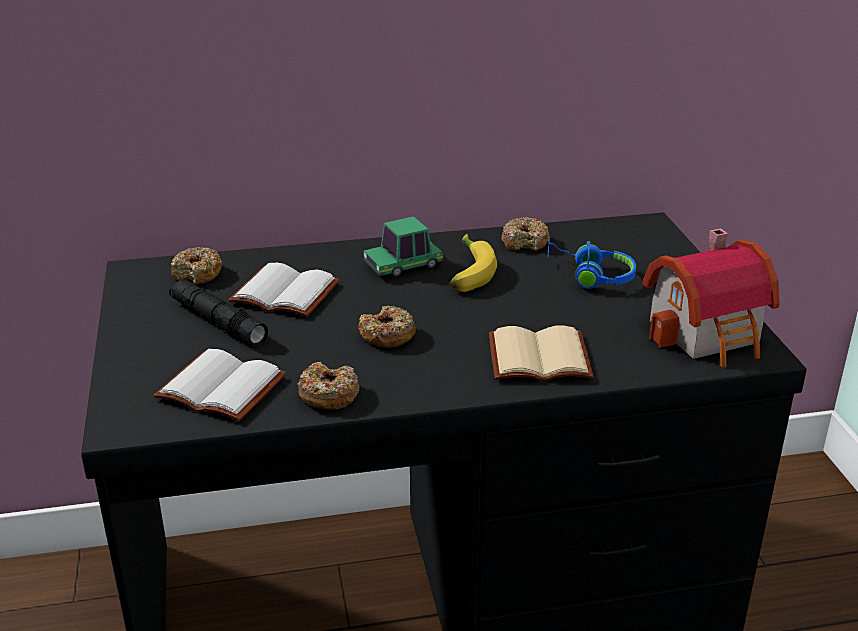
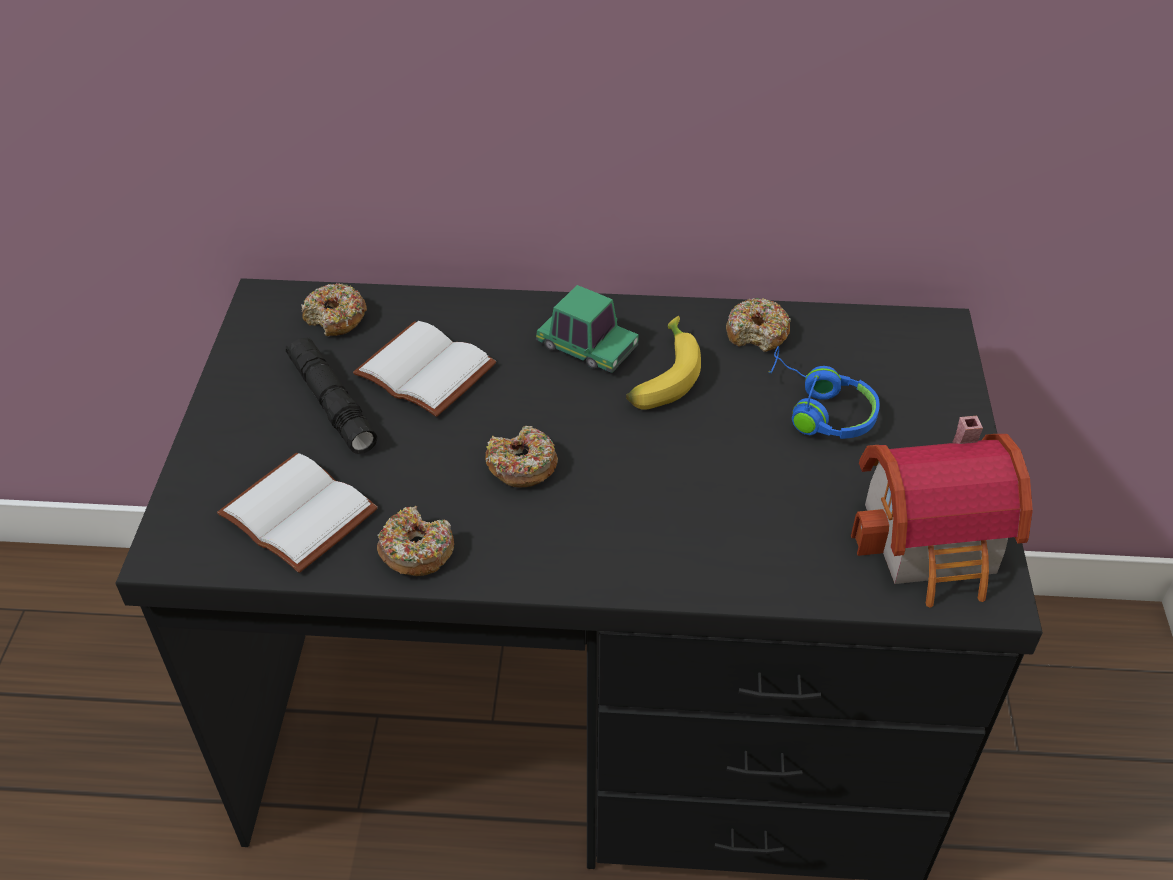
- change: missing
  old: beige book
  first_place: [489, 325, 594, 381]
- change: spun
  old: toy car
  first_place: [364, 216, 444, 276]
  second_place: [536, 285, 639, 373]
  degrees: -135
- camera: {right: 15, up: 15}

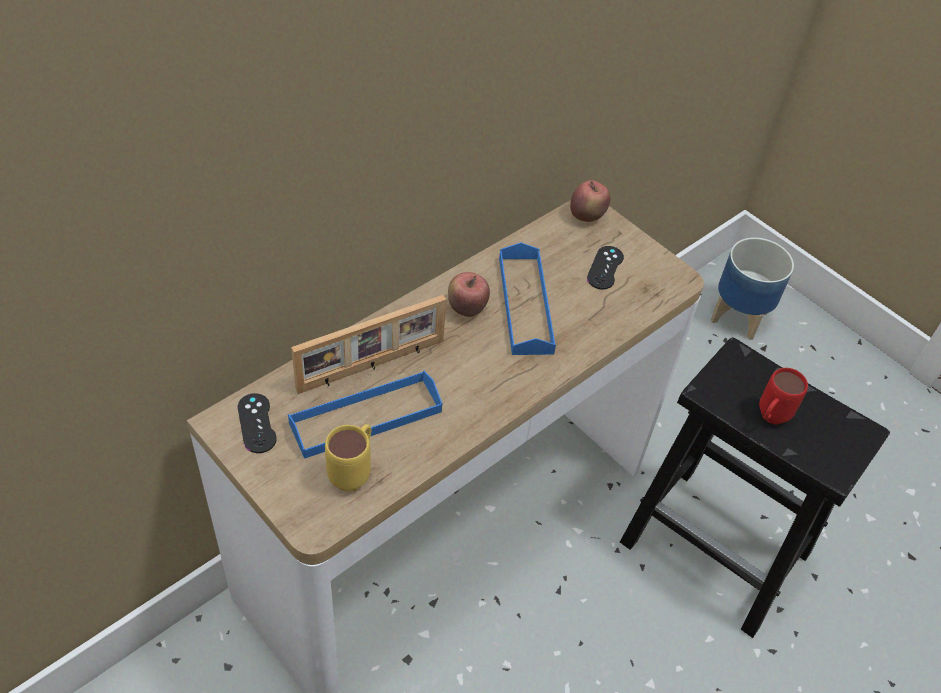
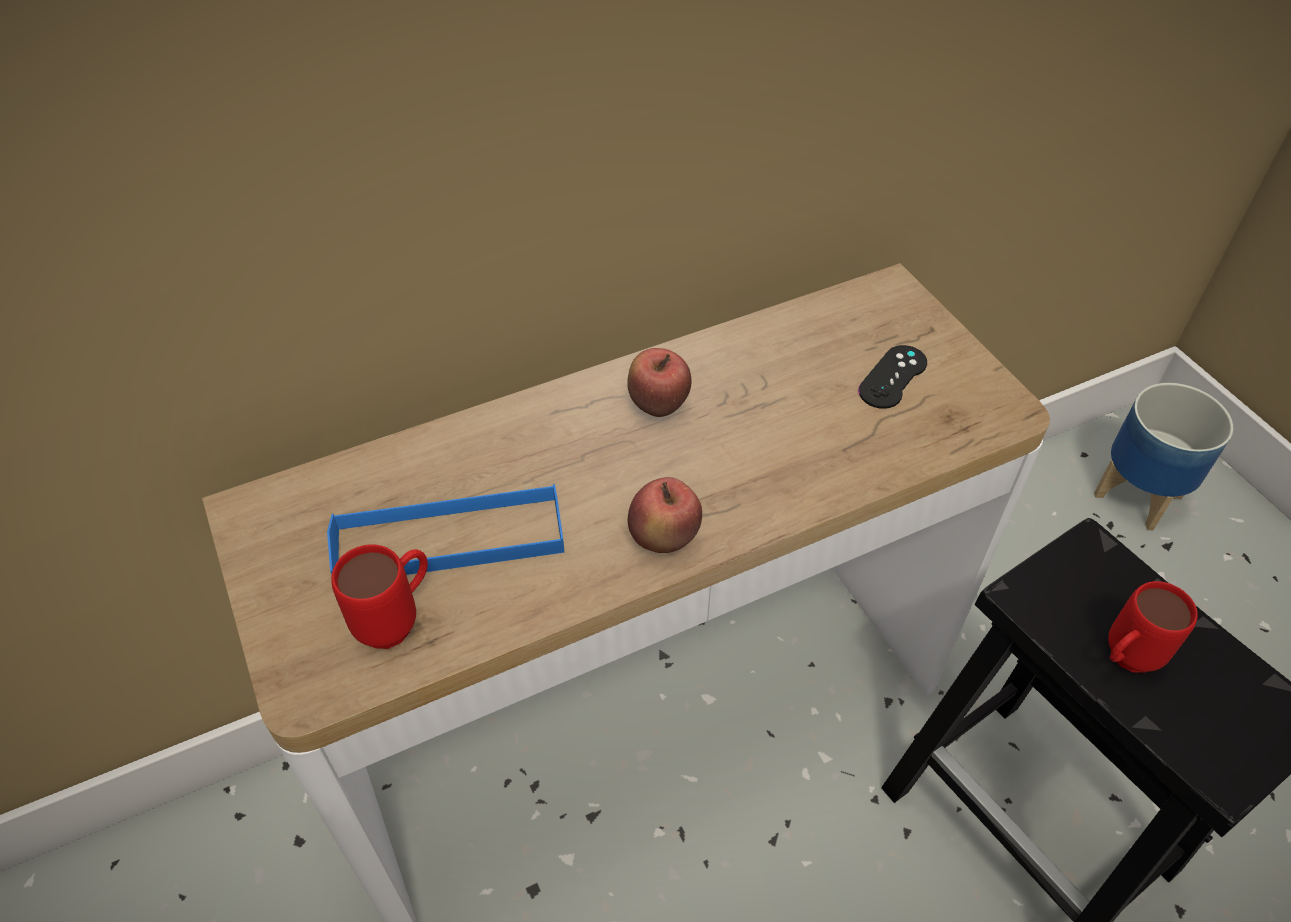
- change: missing
  old: black game controller
  first_place: [238, 393, 277, 453]
- change: missing
  old: picture frame
  first_place: [291, 295, 446, 394]
- change: missing
  old: blue tray
  first_place: [499, 242, 556, 355]
- change: relocated
  old: apple
  first_place: [570, 180, 610, 222]
  second_place: [628, 477, 702, 553]
- change: colour
  old: yellow mug
  new: red mug
  first_place: [325, 424, 371, 492]
  second_place: [331, 544, 428, 649]
- camera: {right: 20, up: 0}

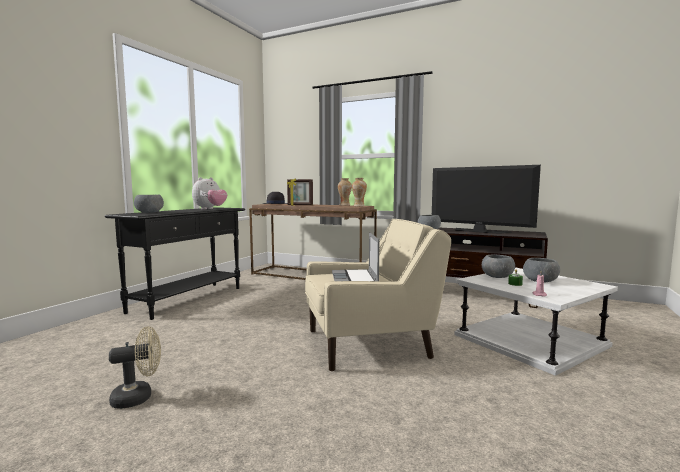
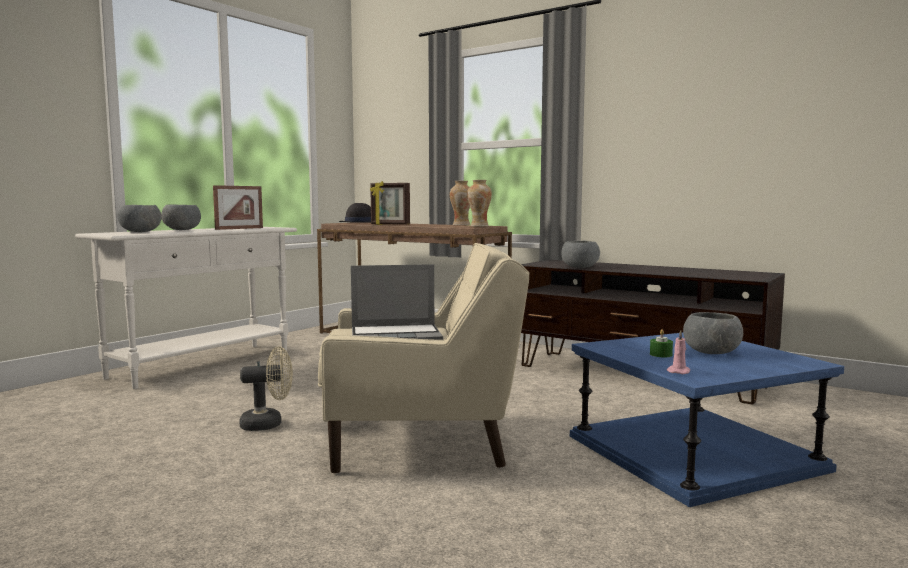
- change: missing
  old: television
  first_place: [432, 165, 541, 234]
- change: relocated
  old: beige fan
  first_place: [109, 326, 161, 409]
  second_place: [239, 346, 293, 431]
- change: relocated
  old: grey bowl
  first_place: [482, 255, 515, 278]
  second_place: [161, 204, 201, 230]
- change: exchanged
  old: plush toy
  new: picture frame
  first_place: [192, 177, 227, 210]
  second_place: [213, 185, 263, 230]
- change: colour
  old: black console table
  new: white console table
  first_place: [105, 207, 245, 320]
  second_place: [75, 227, 297, 389]
- change: colour
  old: white side table
  new: blue side table
  first_place: [454, 268, 618, 376]
  second_place: [570, 333, 844, 507]
- change: spun
  old: laptop
  first_place: [332, 232, 379, 281]
  second_place: [351, 264, 443, 340]
  degrees: -105
- camera: {right: 10, up: 0}

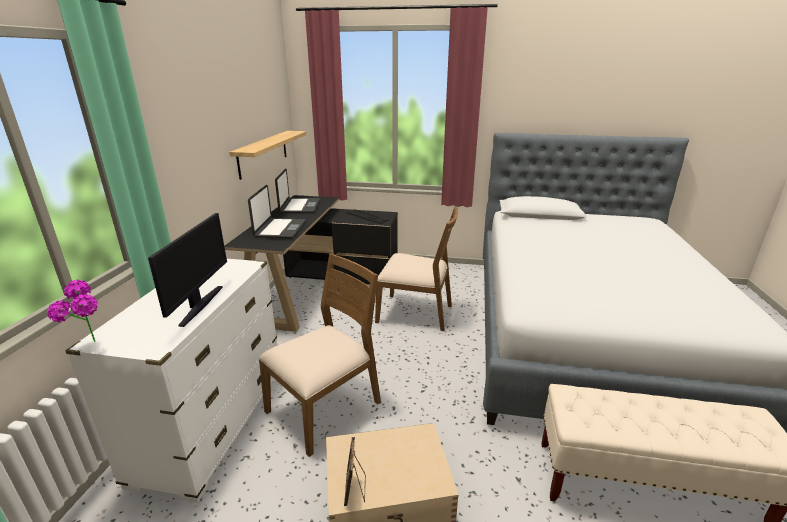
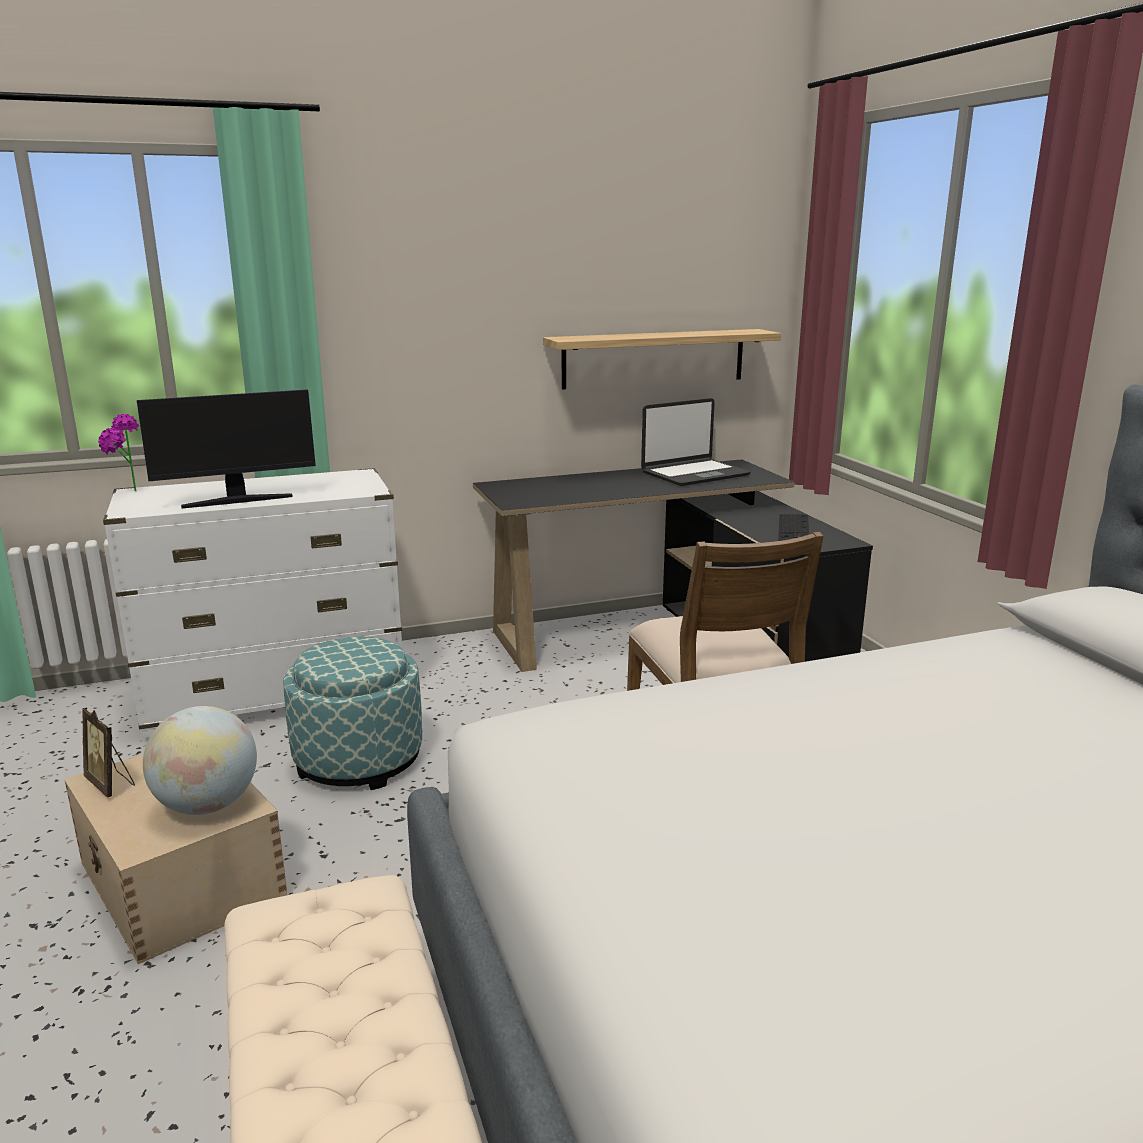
- change: missing
  old: laptop
  first_place: [248, 185, 306, 238]
- change: appeared
  new: globe
  second_place: [143, 706, 257, 815]
- change: exchanged
  old: brown chair
  new: ottoman
  first_place: [259, 253, 381, 457]
  second_place: [283, 637, 422, 790]
- change: spun
  old: picture frame
  first_place: [344, 437, 366, 506]
  second_place: [82, 707, 135, 798]
  degrees: -105
- camera: {right: 60, up: -5}

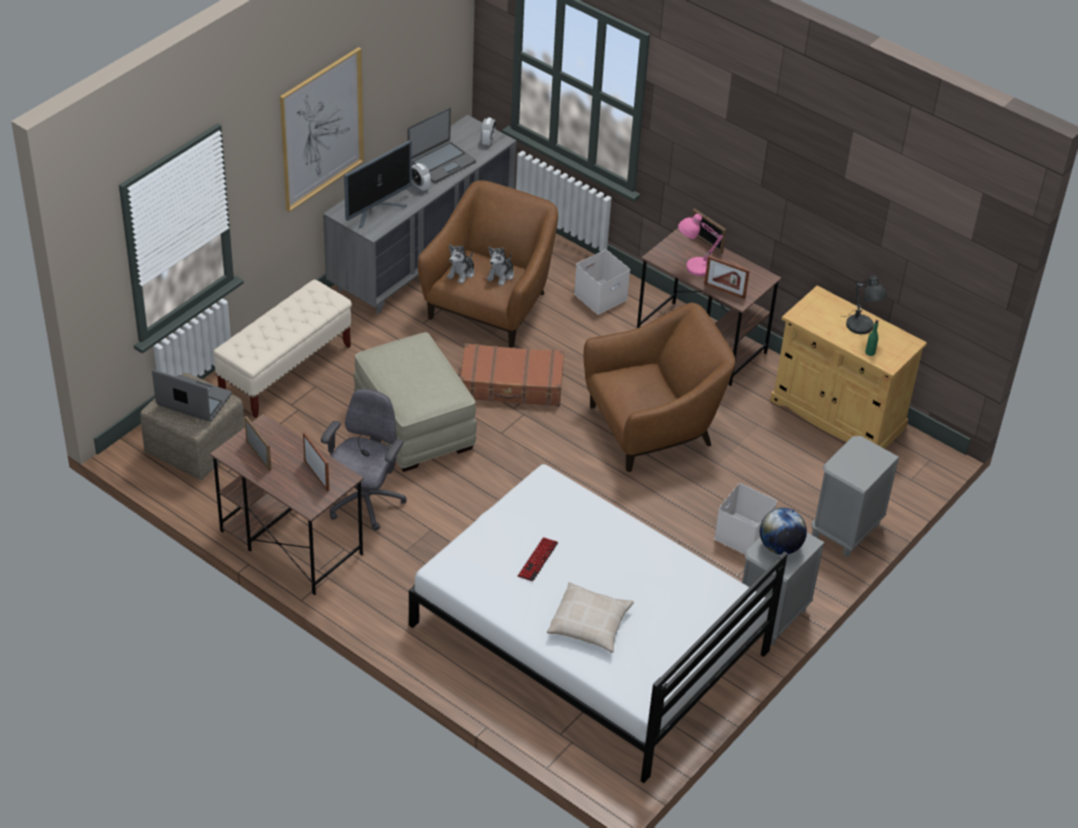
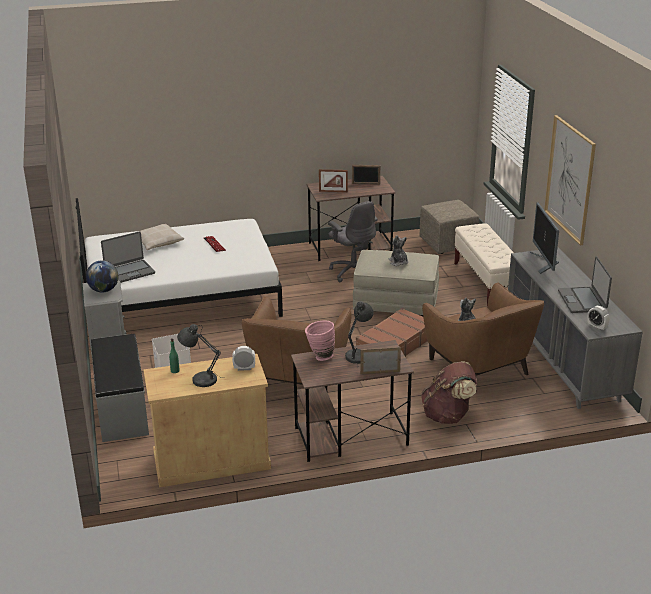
- change: relocated
  old: laptop
  first_place: [152, 370, 232, 422]
  second_place: [101, 231, 155, 283]
- change: relocated
  old: alarm clock
  first_place: [412, 163, 431, 191]
  second_place: [232, 346, 255, 371]
- change: relocated
  old: plush toy
  first_place: [447, 244, 475, 284]
  second_place: [389, 235, 408, 266]
- change: exchanged
  old: white storage box
  new: brown backpack
  first_place: [574, 250, 630, 315]
  second_place: [422, 361, 477, 424]
- change: exchanged
  old: picture frame
  new: pink vase
  first_place: [704, 256, 750, 299]
  second_place: [305, 321, 335, 361]
- change: exchanged
  old: grey nightstand
  new: grey bench
  first_place: [812, 436, 900, 557]
  second_place: [91, 334, 149, 442]
- change: colour
  old: pink table lamp
  new: grey table lamp
  first_place: [678, 214, 724, 276]
  second_place: [345, 301, 374, 365]
- camera: {right: 130, up: -15}

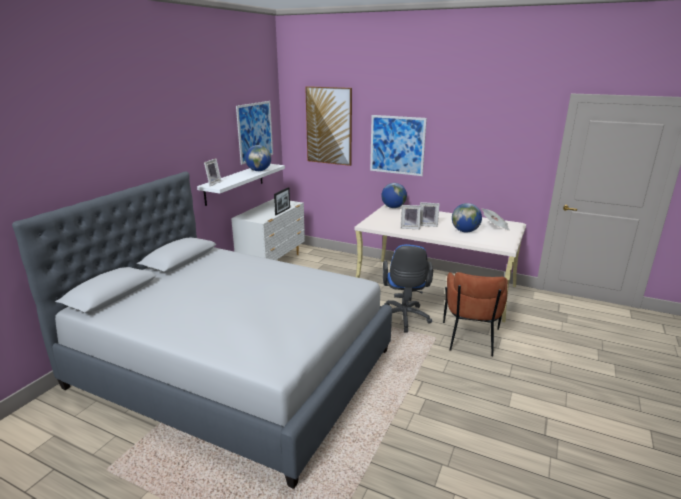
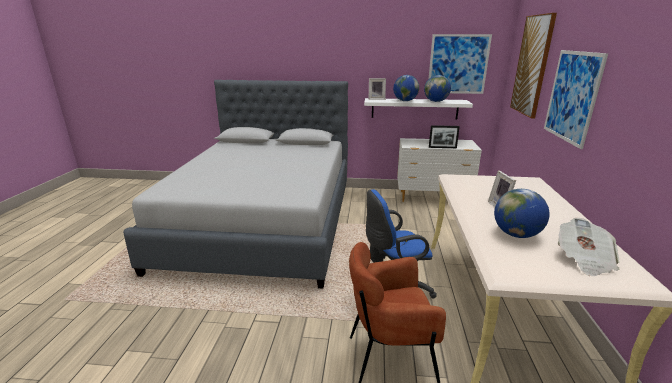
- change: missing
  old: picture frame
  first_place: [401, 205, 422, 229]
- change: relocated
  old: globe
  first_place: [381, 183, 407, 208]
  second_place: [393, 75, 419, 101]
- camera: {right: 70, up: 0}

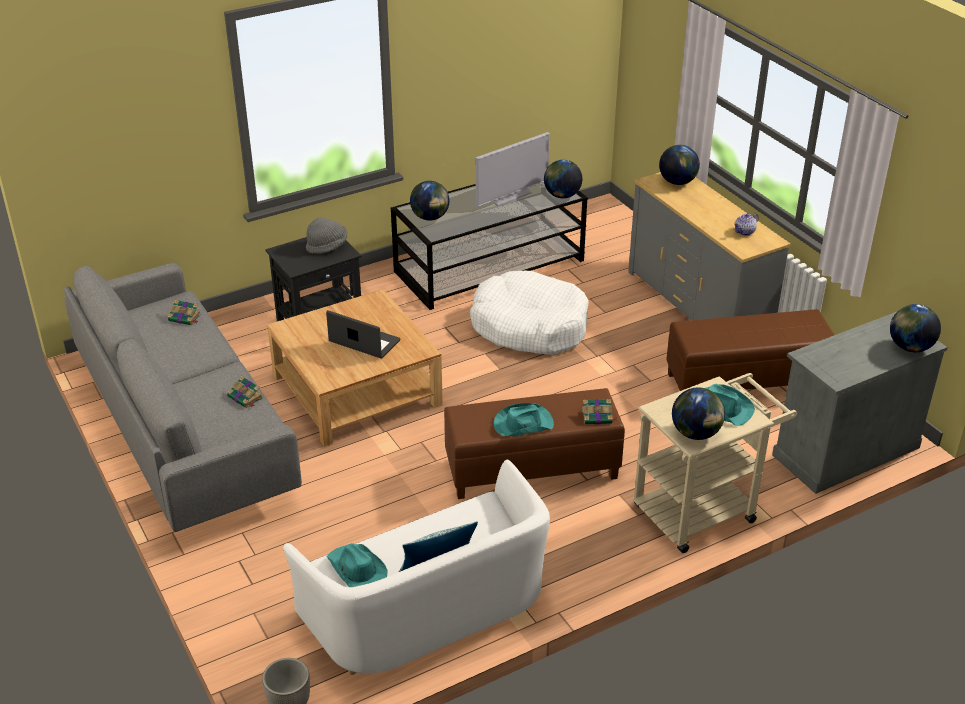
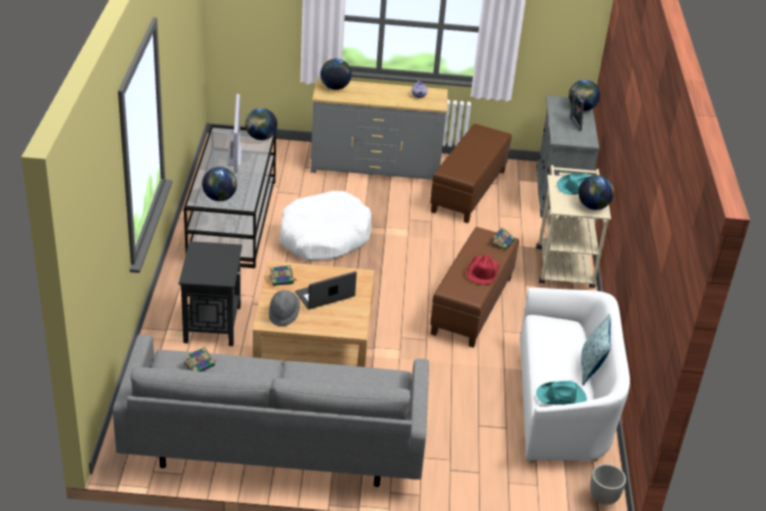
- change: appeared
  new: picture frame
  second_place: [571, 89, 584, 131]
- change: relocated
  old: book
  first_place: [227, 376, 263, 408]
  second_place: [269, 265, 297, 286]
- change: relocated
  old: grey hat
  first_place: [306, 217, 347, 254]
  second_place: [269, 290, 300, 327]
- change: colour
  old: turquoise hat
  new: red hat
  first_place: [494, 403, 554, 436]
  second_place: [466, 255, 500, 285]
- camera: {right: -60, up: 0}

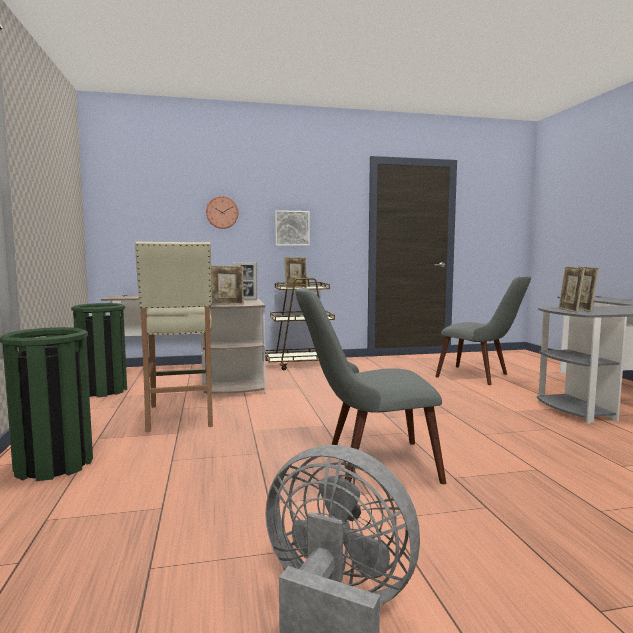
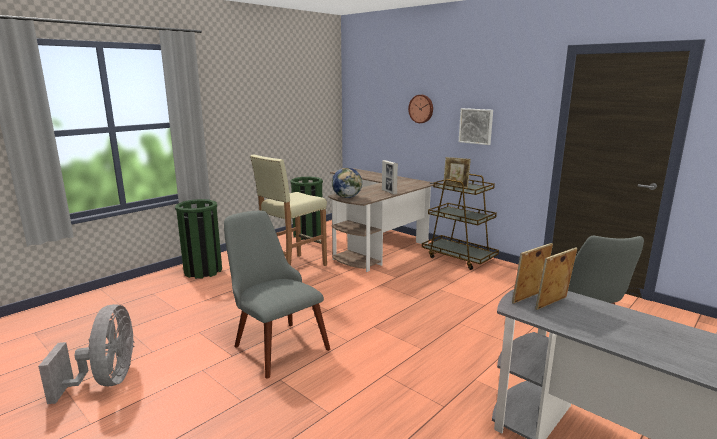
- change: exchanged
  old: picture frame
  new: globe
  first_place: [211, 266, 244, 305]
  second_place: [332, 168, 362, 198]
- camera: {right: 55, up: 10}

